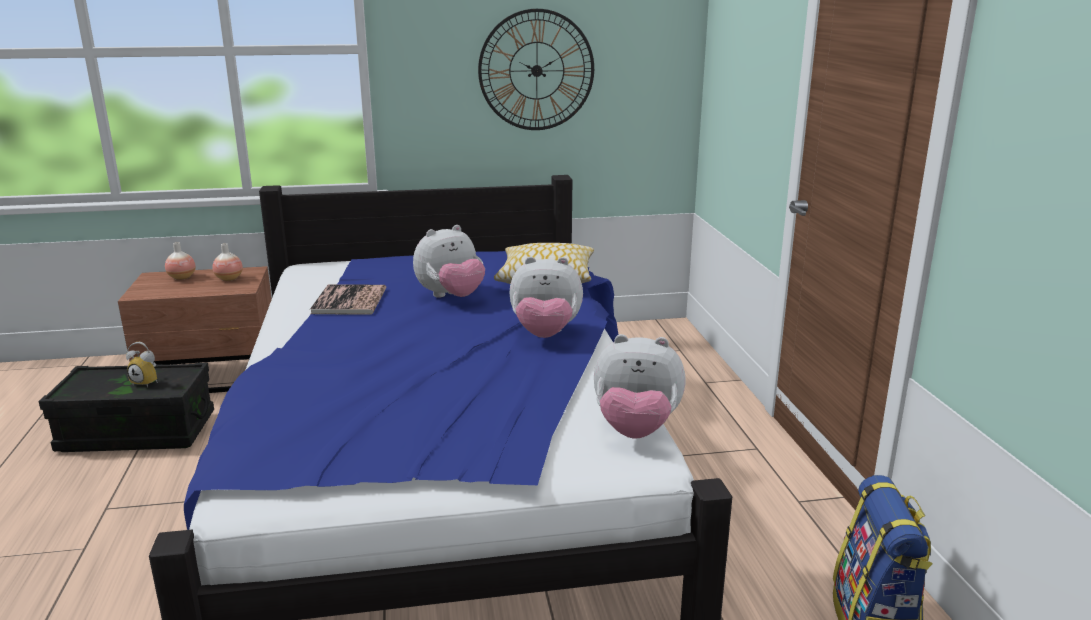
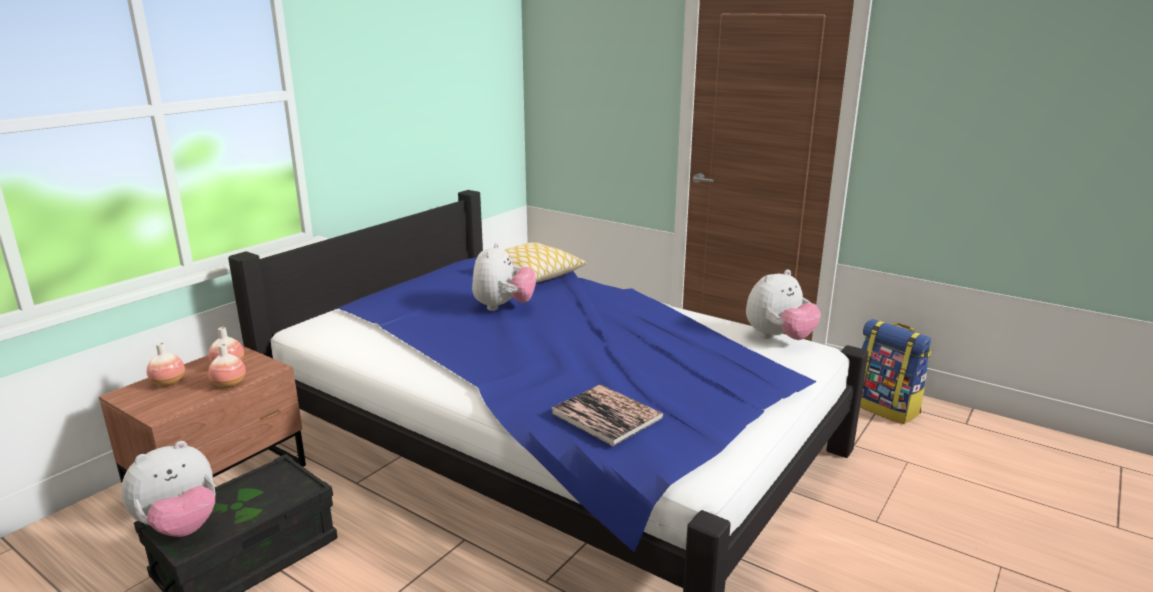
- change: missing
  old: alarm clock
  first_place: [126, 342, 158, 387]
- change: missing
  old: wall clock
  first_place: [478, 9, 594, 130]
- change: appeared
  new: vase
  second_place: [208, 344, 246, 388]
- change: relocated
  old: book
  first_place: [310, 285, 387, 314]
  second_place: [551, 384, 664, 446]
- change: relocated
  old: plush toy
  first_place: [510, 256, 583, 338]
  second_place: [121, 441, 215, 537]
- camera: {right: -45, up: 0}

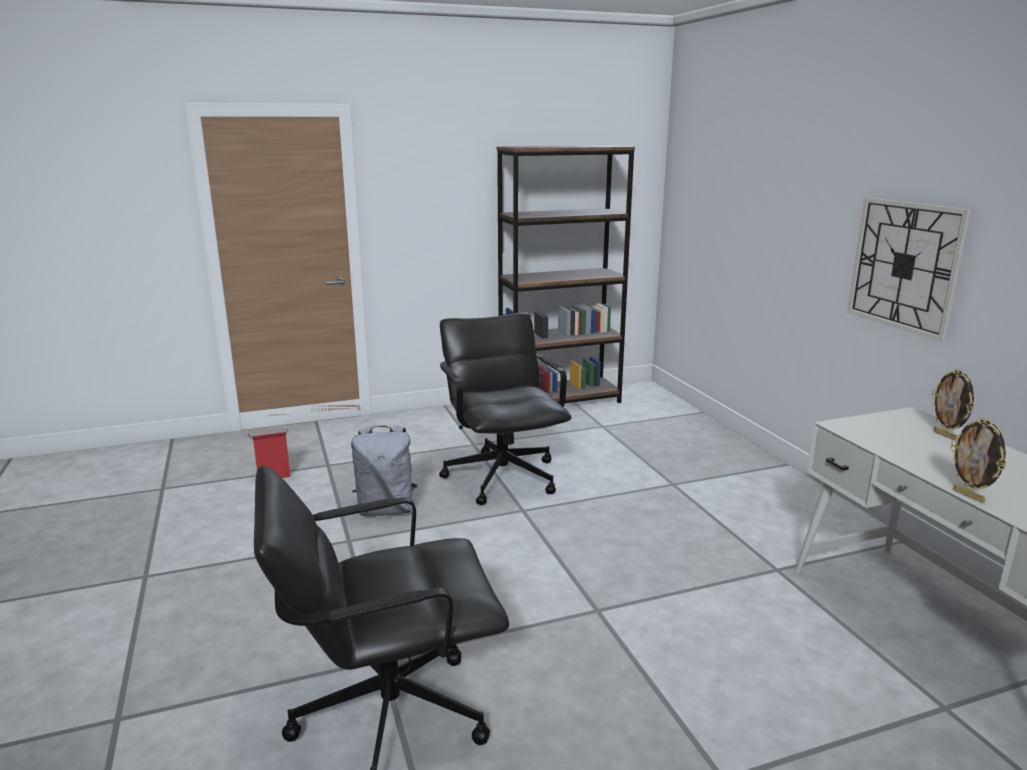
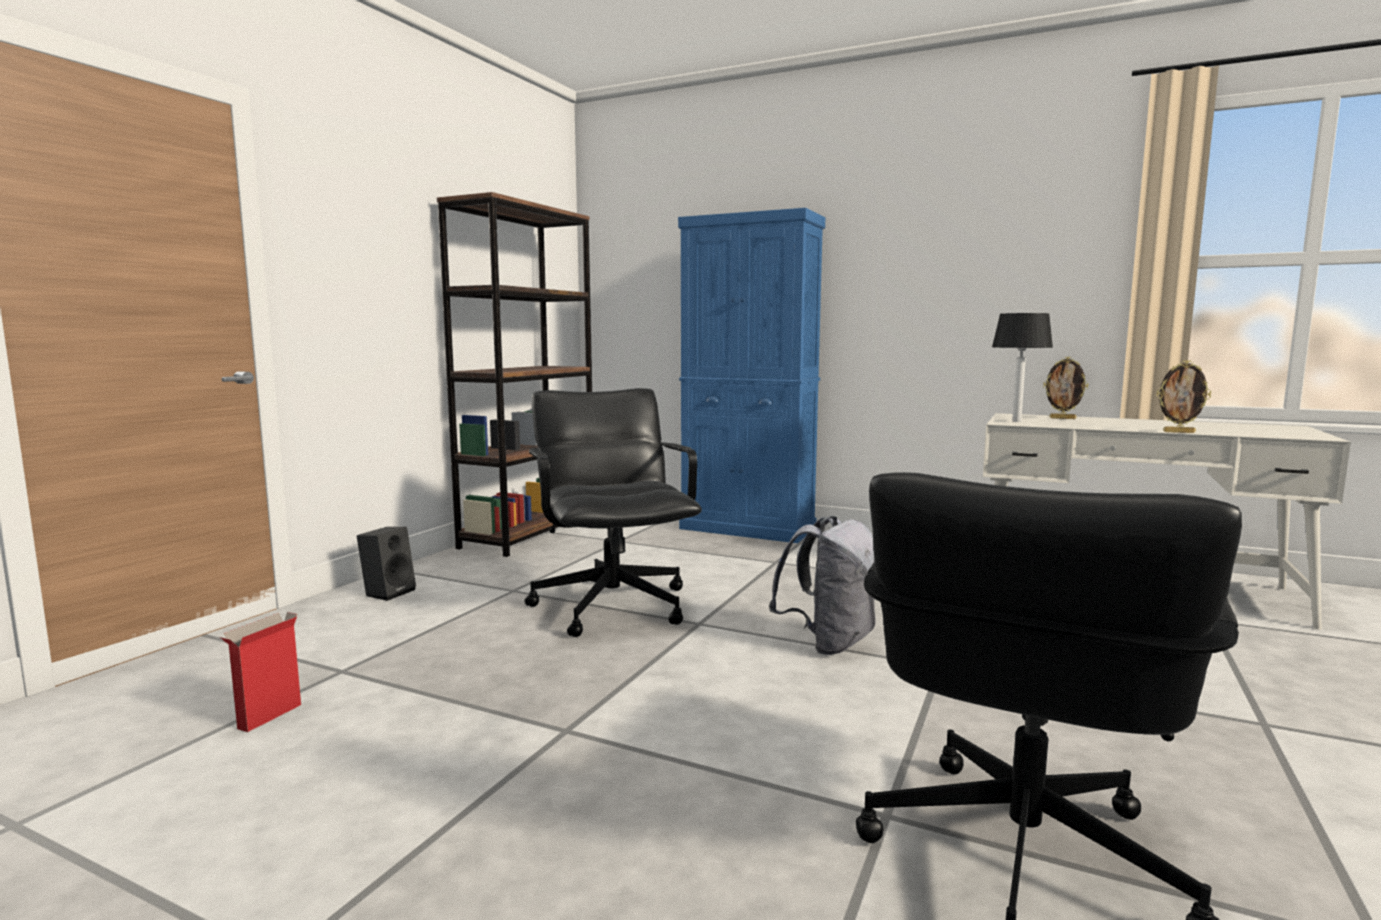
- change: missing
  old: wall clock
  first_place: [847, 198, 971, 341]
- change: appeared
  new: black speaker
  second_place: [357, 527, 416, 601]
- change: appeared
  new: blue cabinet
  second_place: [678, 208, 825, 543]
- change: appeared
  new: table lamp
  second_place: [992, 313, 1053, 422]
- change: relocated
  old: grey backpack
  first_place: [351, 425, 417, 516]
  second_place: [769, 515, 876, 655]
- change: spun
  old: black office chair
  first_place: [439, 312, 571, 505]
  second_place: [525, 388, 702, 637]
  degrees: 45
- camera: {right: -45, up: -10}

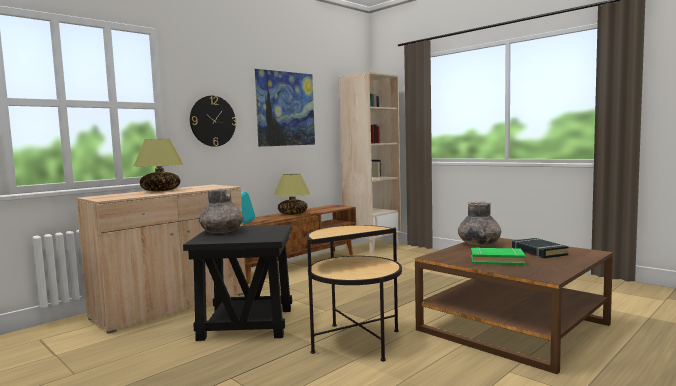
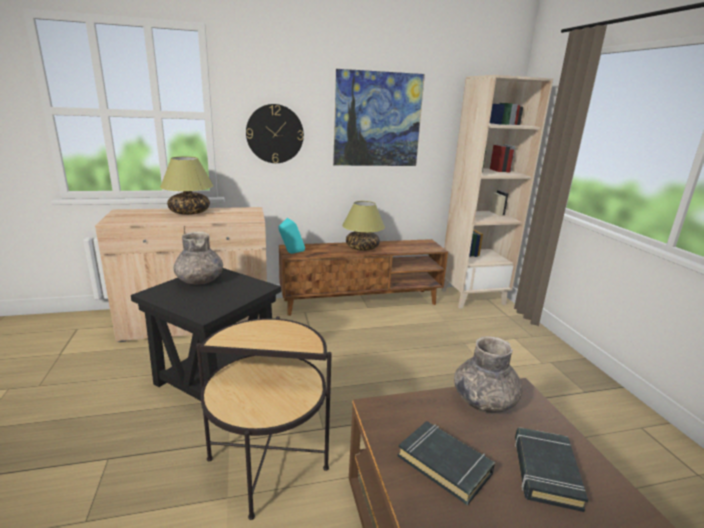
- change: colour
  old: green book
  new: black book
  first_place: [471, 248, 526, 265]
  second_place: [398, 421, 495, 506]
- camera: {right: 30, up: 15}

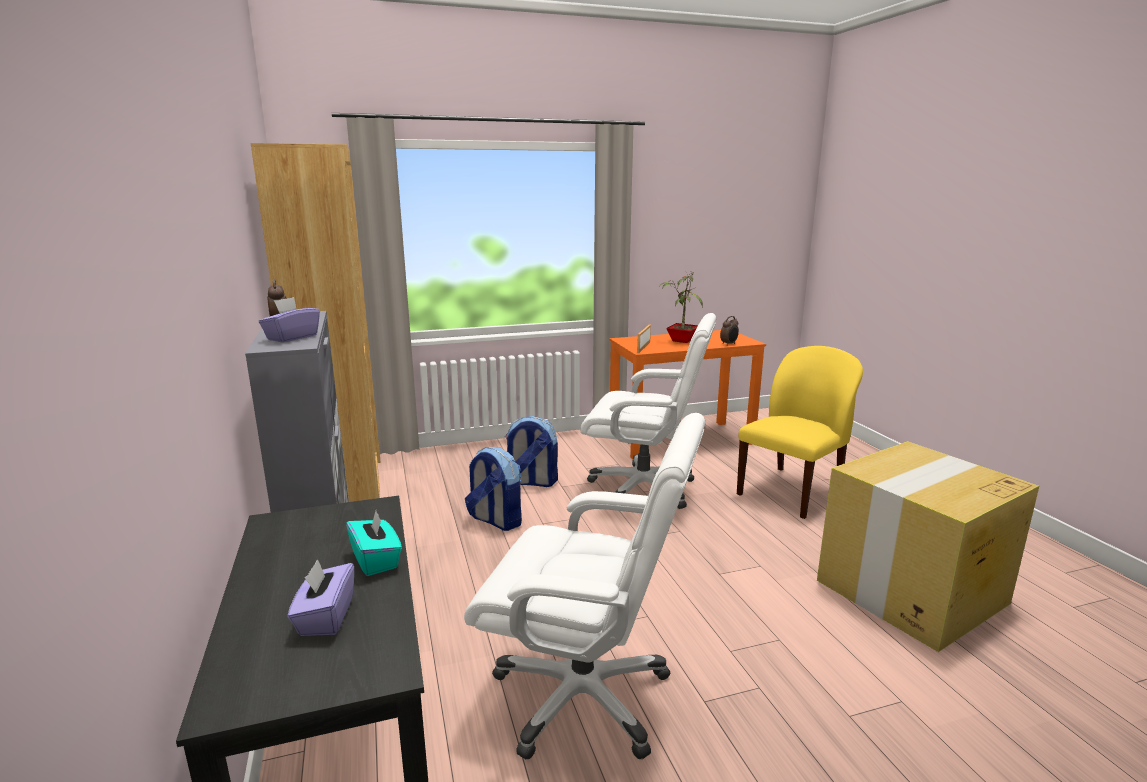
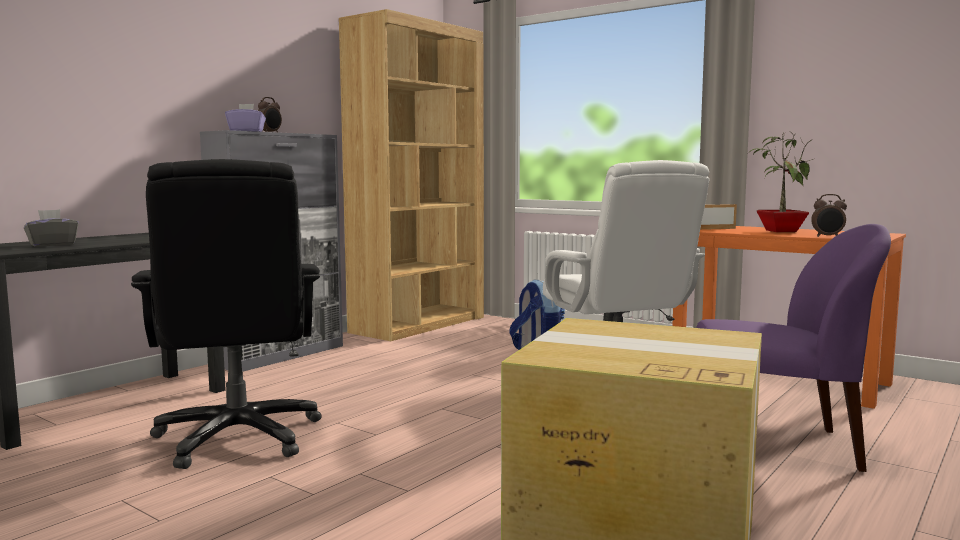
- change: missing
  old: turquoise tissue box
  first_place: [346, 511, 402, 576]
- change: missing
  old: backpack
  first_place: [465, 447, 522, 531]
- change: colour
  old: purple tissue box
  new: grey tissue box
  first_place: [288, 559, 354, 636]
  second_place: [24, 209, 79, 247]
- change: colour
  old: white office chair
  new: black office chair
  first_place: [464, 413, 705, 760]
  second_place: [131, 159, 322, 469]
- change: colour
  old: yellow chair
  new: purple chair
  first_place: [737, 346, 863, 519]
  second_place: [697, 224, 891, 472]
- camera: {right: 55, up: -10}

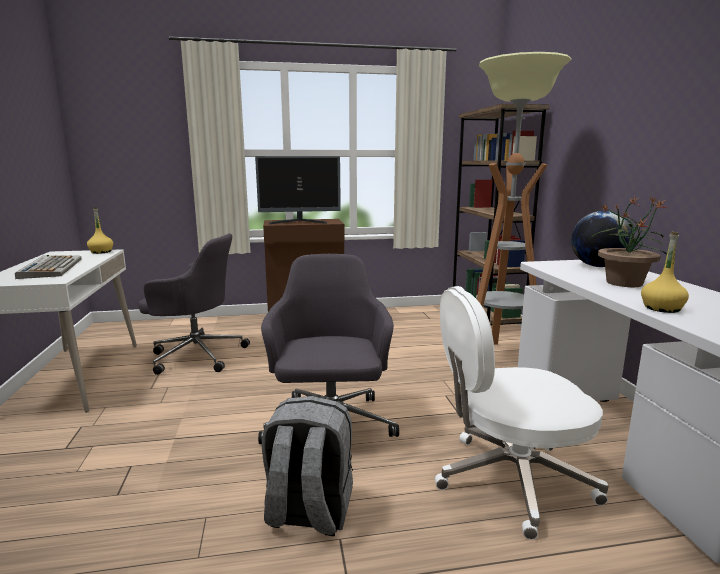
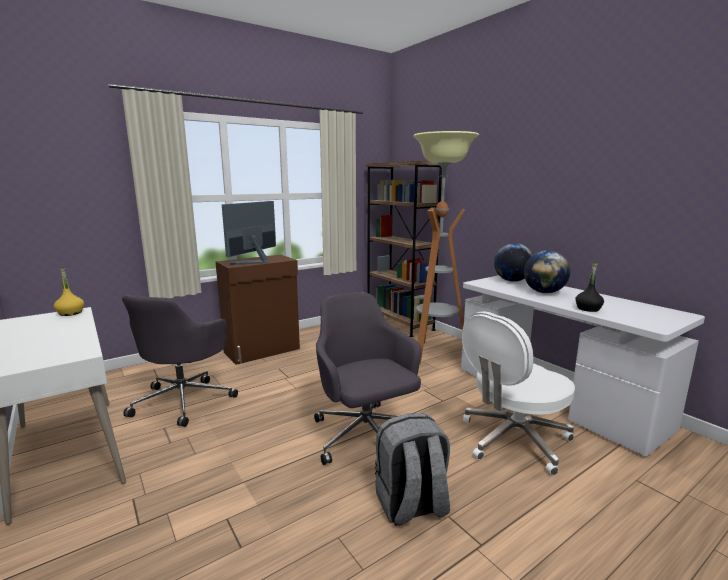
- change: missing
  old: keyboard
  first_place: [15, 255, 82, 279]
- change: exchanged
  old: potted plant
  new: globe
  first_place: [592, 196, 667, 287]
  second_place: [524, 251, 570, 293]
- change: colour
  old: yellow bottle
  new: black bottle
  first_place: [641, 231, 689, 313]
  second_place: [575, 261, 604, 312]
- change: spun
  old: grey office chair
  first_place: [138, 233, 250, 375]
  second_place: [122, 295, 238, 427]
  degrees: 120
- change: spun
  old: monitor
  first_place: [255, 156, 341, 224]
  second_place: [222, 201, 276, 265]
  degrees: 150
- camera: {right: -25, up: 0}

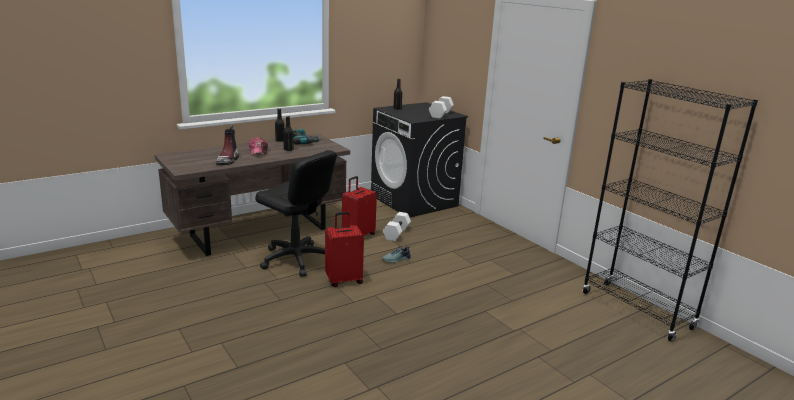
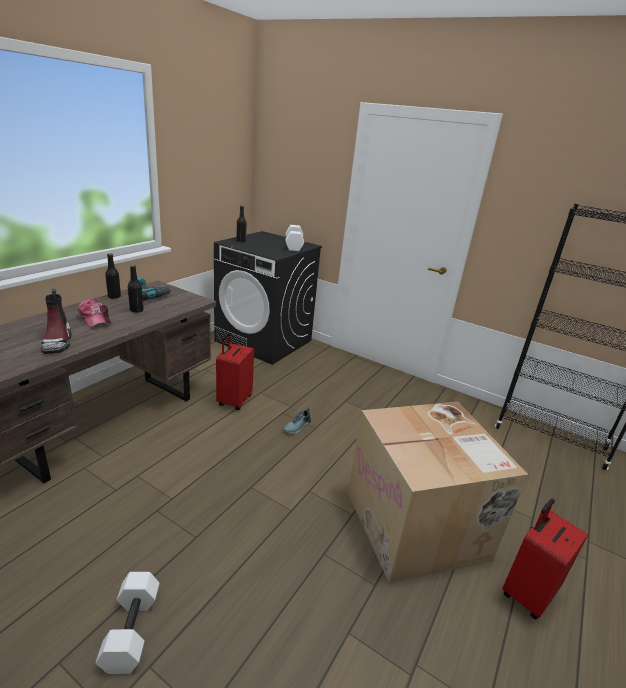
- change: missing
  old: black office chair
  first_place: [255, 150, 337, 277]
- change: appeared
  new: cardboard box
  second_place: [348, 402, 528, 583]
- change: relocated
  old: red suitcase
  first_place: [325, 212, 364, 287]
  second_place: [502, 499, 588, 620]
- change: relocated
  old: white dumbbell
  first_place: [383, 212, 411, 241]
  second_place: [95, 572, 160, 674]
- camera: {right: -25, up: 5}

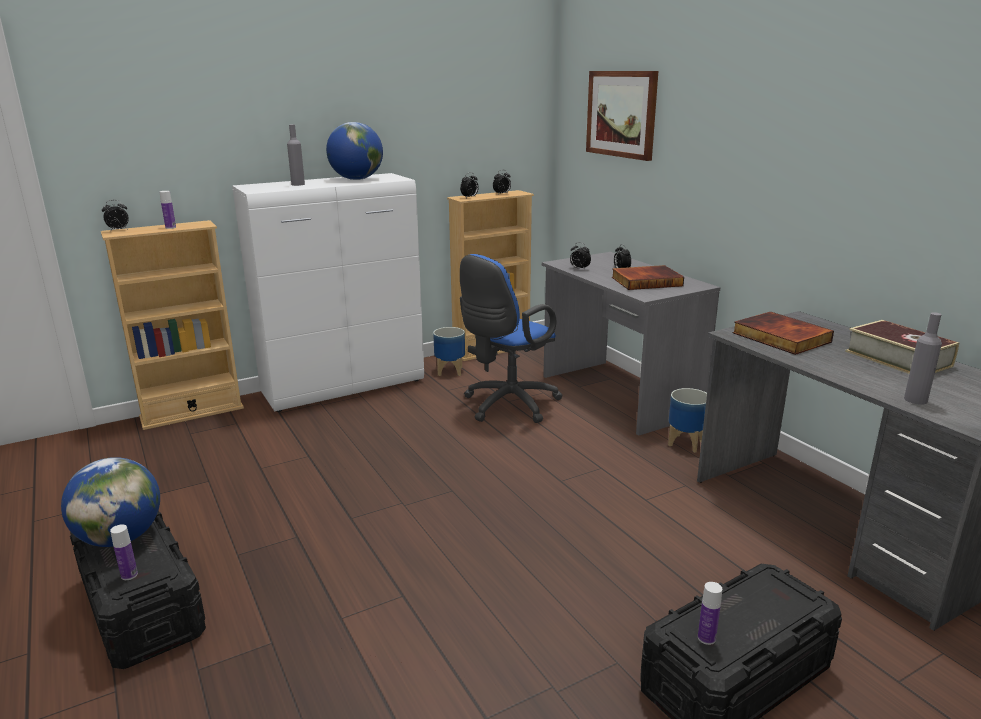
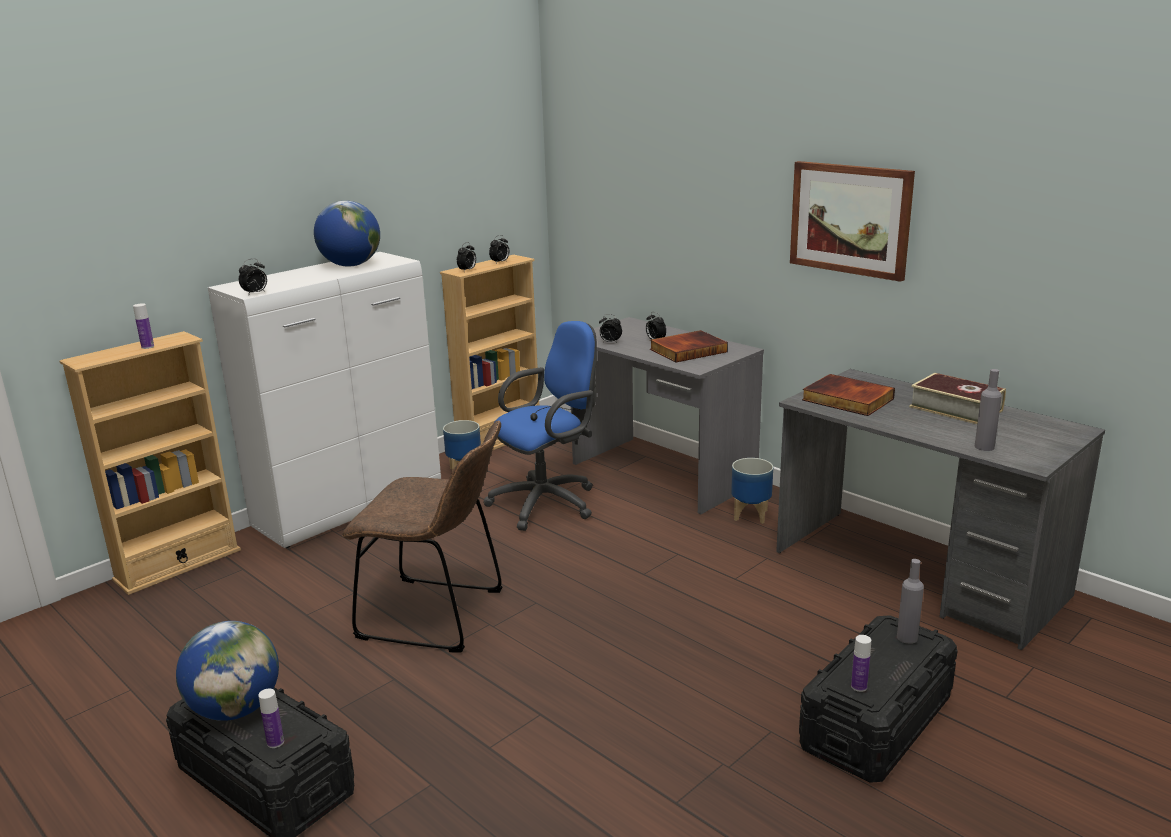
- change: appeared
  new: brown chair
  second_place: [342, 420, 503, 653]
- change: relocated
  old: alarm clock
  first_place: [102, 200, 129, 232]
  second_place: [239, 258, 267, 296]
- change: relocated
  old: grey bottle
  first_place: [287, 125, 305, 186]
  second_place: [897, 559, 924, 644]
- change: relocated
  old: picture
  first_place: [586, 71, 658, 161]
  second_place: [790, 161, 915, 282]
- change: spun
  old: blue office chair
  first_place: [460, 254, 563, 423]
  second_place: [483, 321, 597, 531]
  degrees: -150
- camera: {right: -15, up: 0}

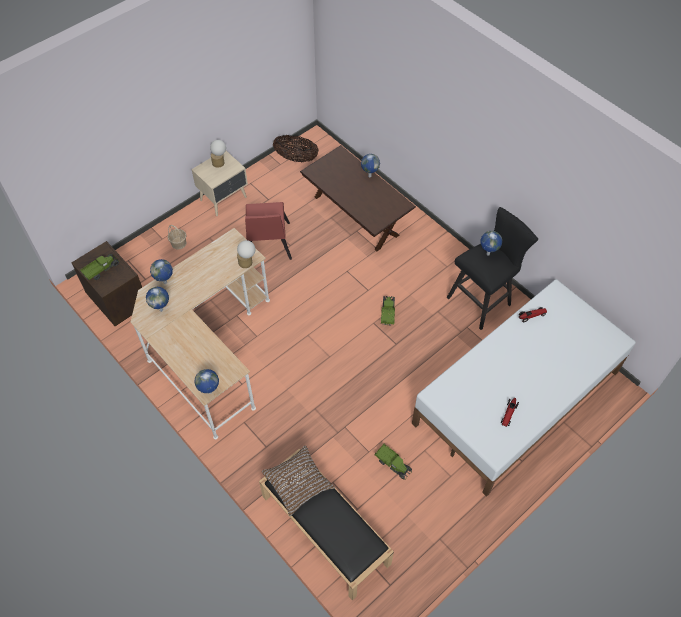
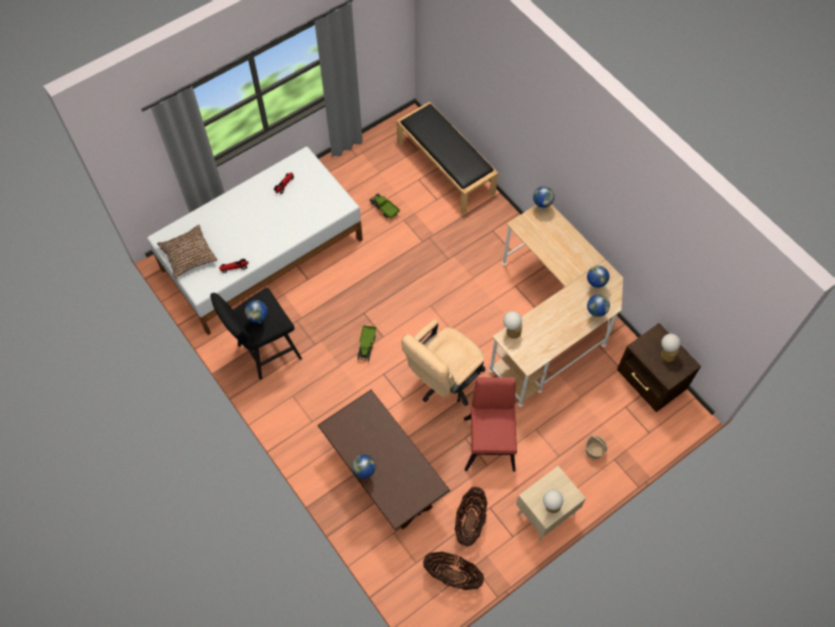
- change: appeared
  new: beige office chair
  second_place: [401, 319, 486, 406]
- change: appeared
  new: basket
  second_place: [455, 486, 488, 547]
- change: relocated
  old: brown pillow
  first_place: [262, 445, 335, 516]
  second_place: [157, 225, 217, 279]
- change: exchanged
  old: toy truck
  new: table lamp
  first_place: [80, 254, 119, 280]
  second_place: [661, 334, 681, 362]
- camera: {right: -175, up: 5}

